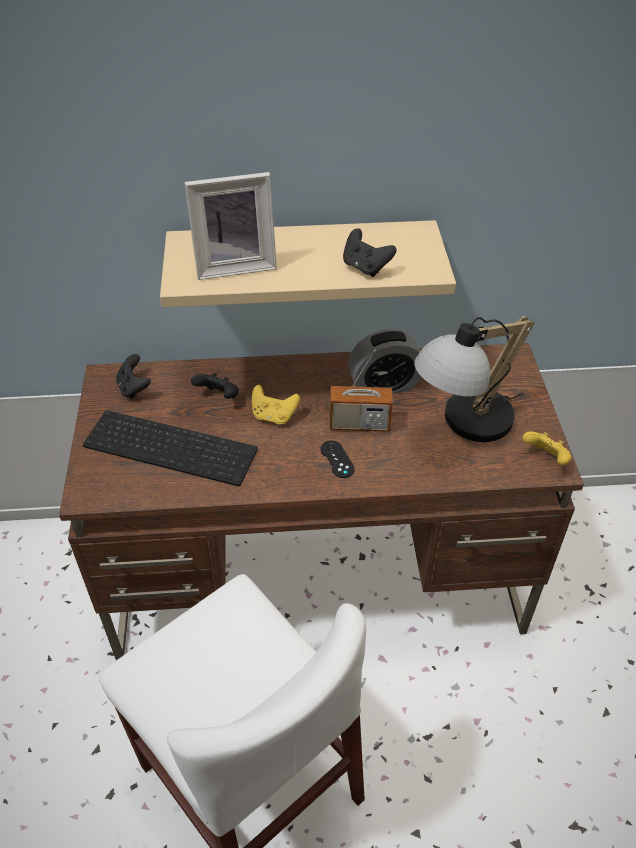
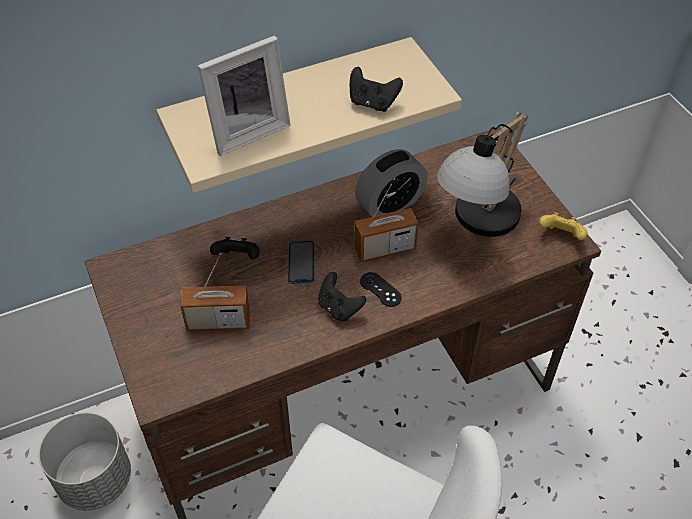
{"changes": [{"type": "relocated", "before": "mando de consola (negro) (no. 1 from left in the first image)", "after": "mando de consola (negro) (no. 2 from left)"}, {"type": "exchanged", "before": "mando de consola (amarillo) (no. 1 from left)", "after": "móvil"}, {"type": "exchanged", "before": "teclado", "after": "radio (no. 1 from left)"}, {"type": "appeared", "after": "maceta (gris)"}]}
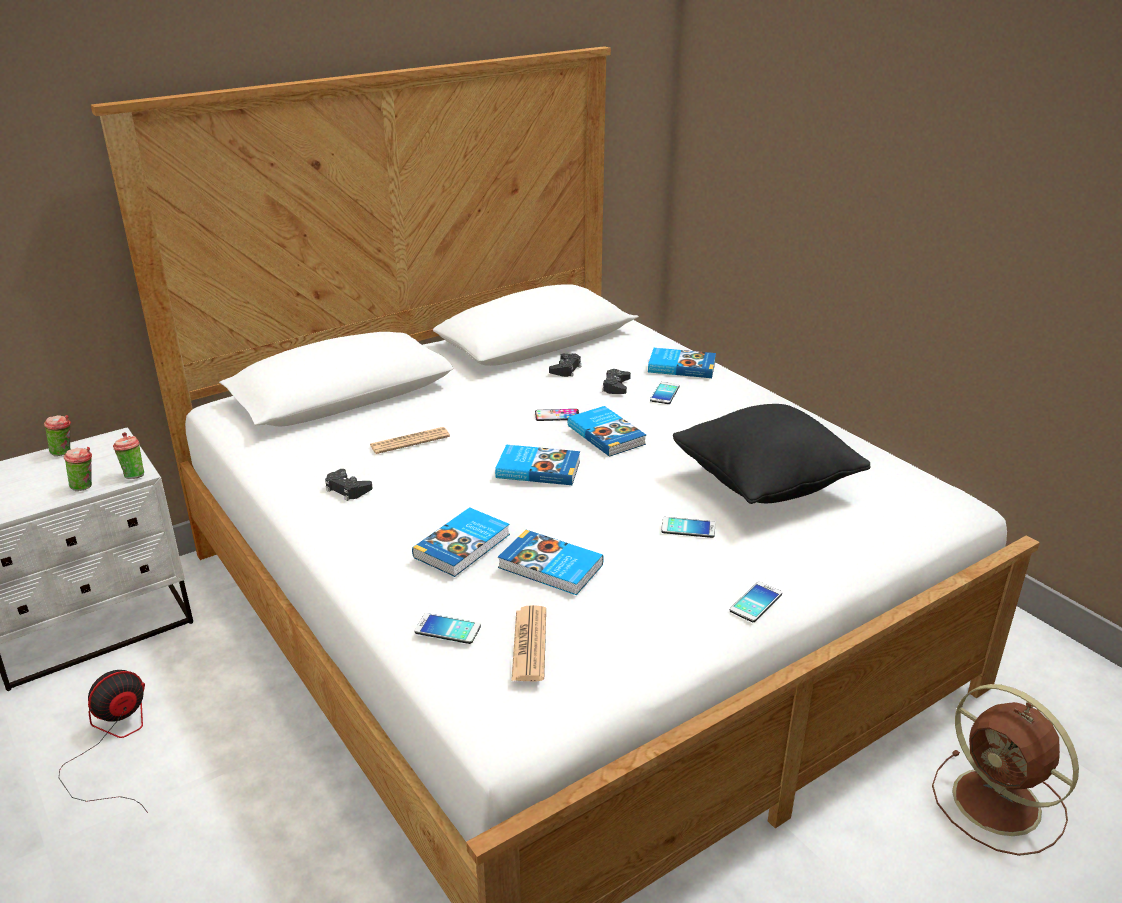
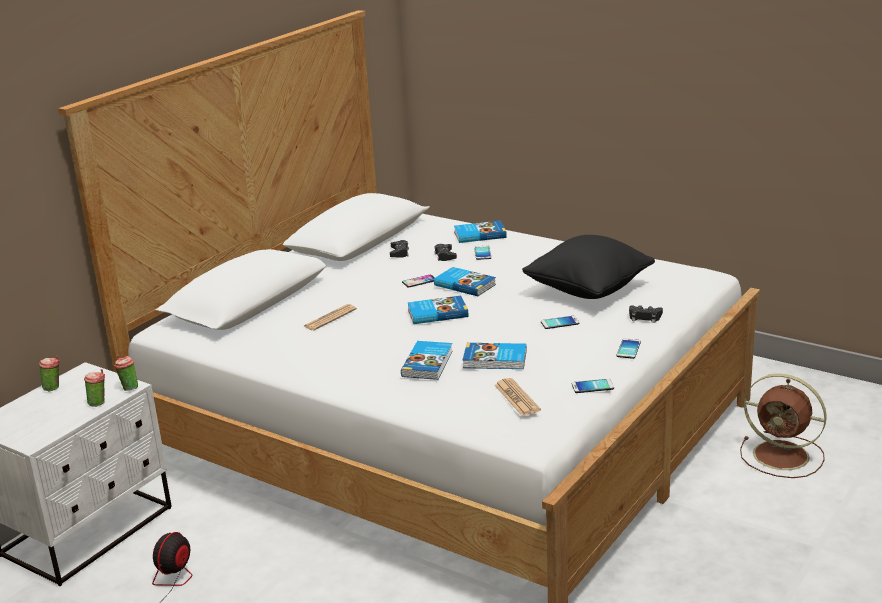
{"changes": [{"type": "relocated", "before": "mando de consola (negro) (no. 1 from left in the first image)", "after": "mando de consola (negro) (no. 3 from left)"}, {"type": "relocated", "before": "móvil (no. 1 from left in the first image)", "after": "móvil (no. 4 from left)"}]}
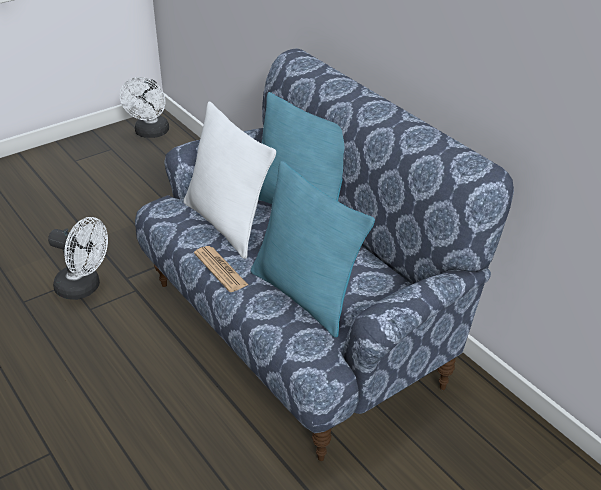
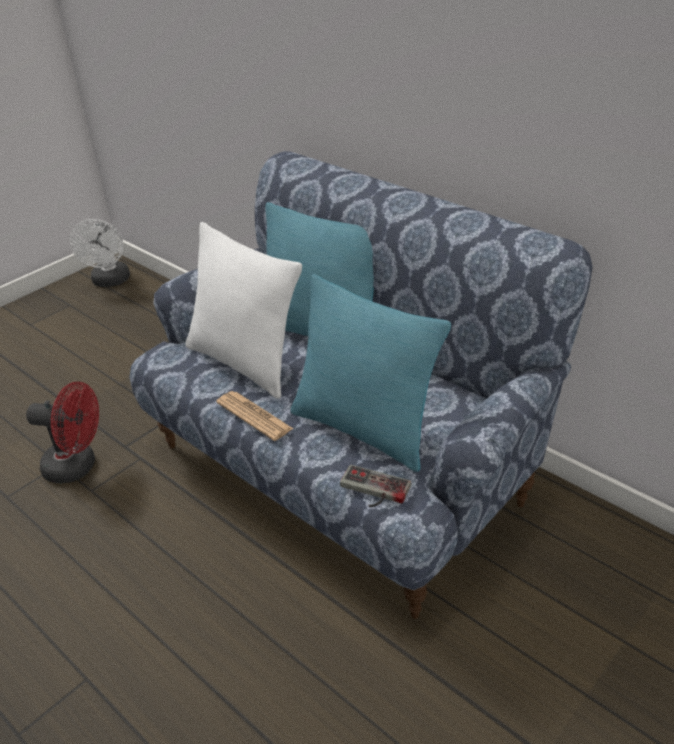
{"changes": [{"type": "colour", "before": "ventilador (blanco) (no. 1 from left)", "after": "ventilador (rojo)"}, {"type": "appeared", "after": "mando de consola"}]}
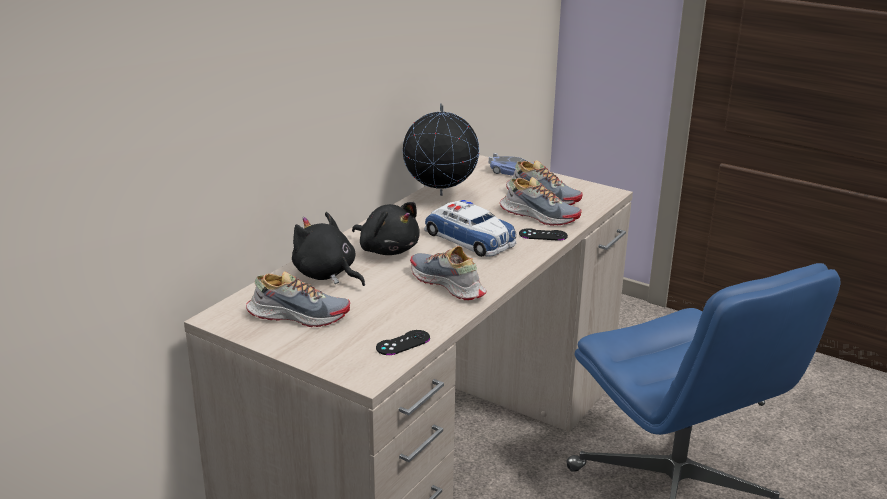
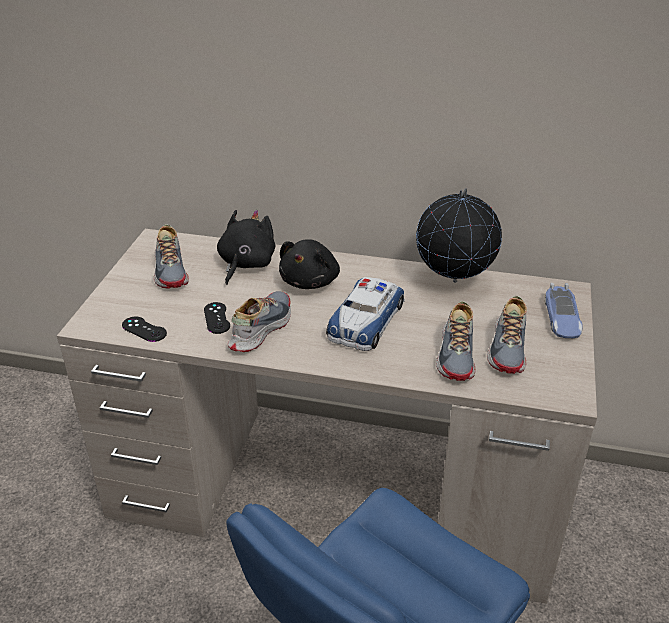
{"changes": [{"type": "relocated", "before": "mando de consola (negro) (no. 2 from left)"}]}
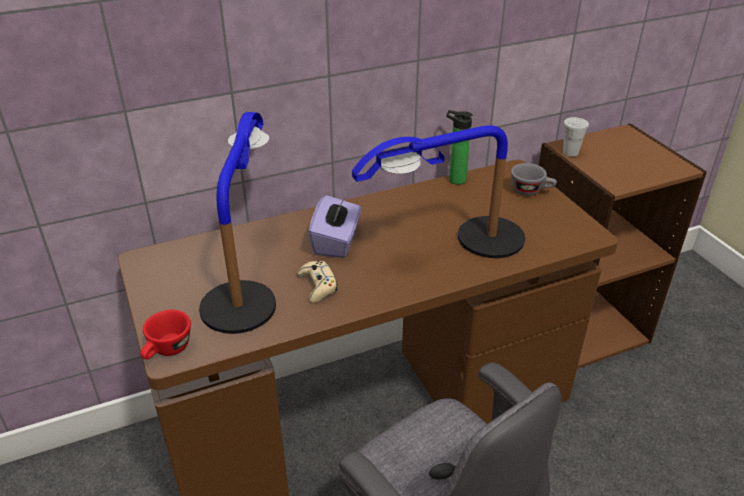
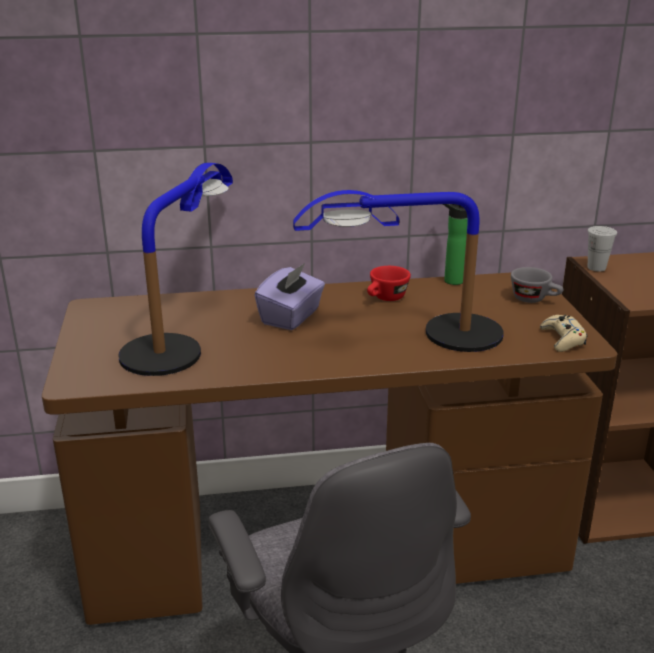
{"changes": [{"type": "relocated", "before": "mando de consola (beis)"}, {"type": "relocated", "before": "taza (rojo)"}]}
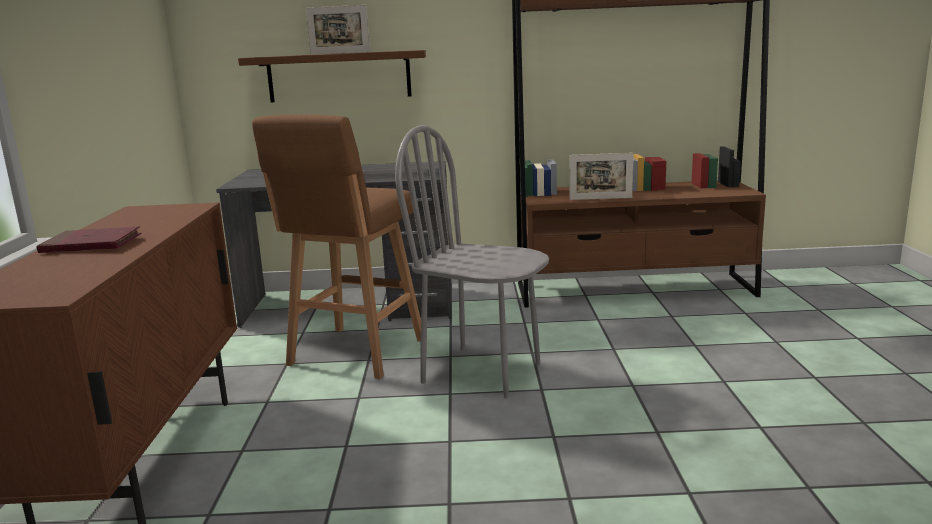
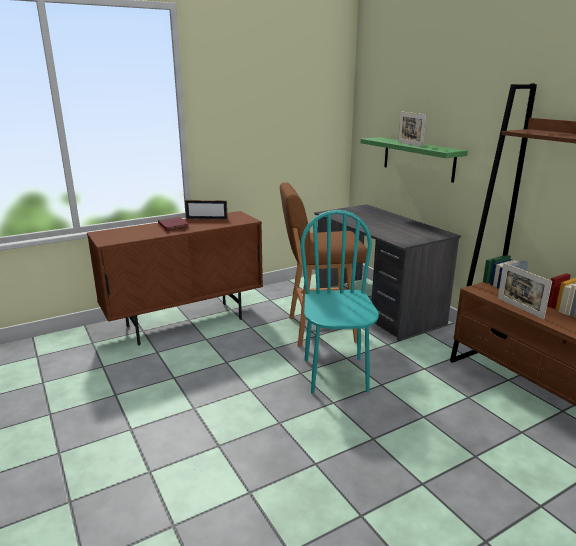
{"changes": [{"type": "colour", "before": "estante (marrón)", "after": "estante (verde)"}, {"type": "colour", "before": "silla (gris)", "after": "silla (turquesa)"}, {"type": "appeared", "after": "portarretratos (no. 1 from left)"}]}
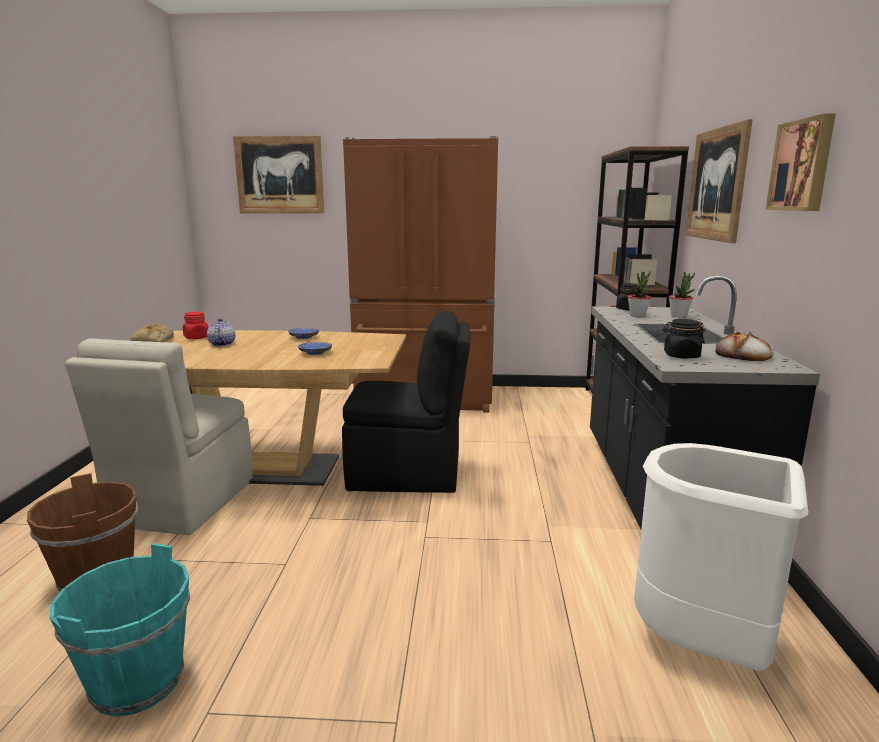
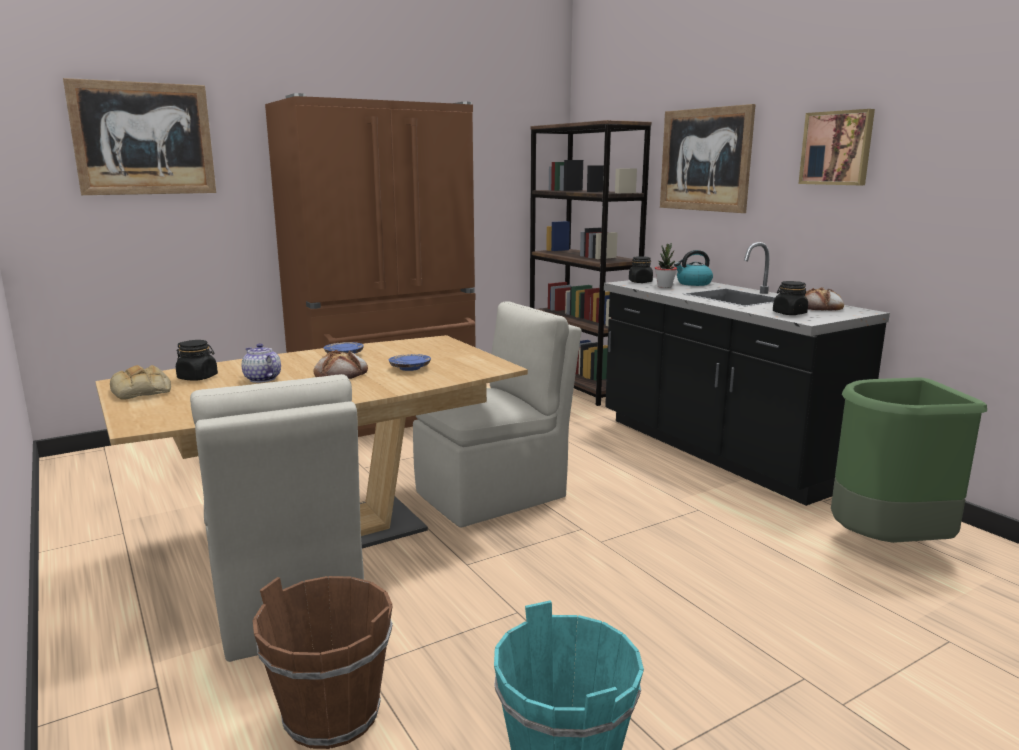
{"changes": [{"type": "exchanged", "before": "planta en maceta (no. 2 from left)", "after": "hervidor"}, {"type": "colour", "before": "tarro (rojo)", "after": "tarro (negro) (no. 1 from left)"}, {"type": "colour", "before": "silla (negro)", "after": "silla (beis) (no. 2 from left)"}, {"type": "colour", "before": "papelera (blanco)", "after": "papelera (verde)"}, {"type": "appeared", "after": "pan (no. 2 from left)"}]}
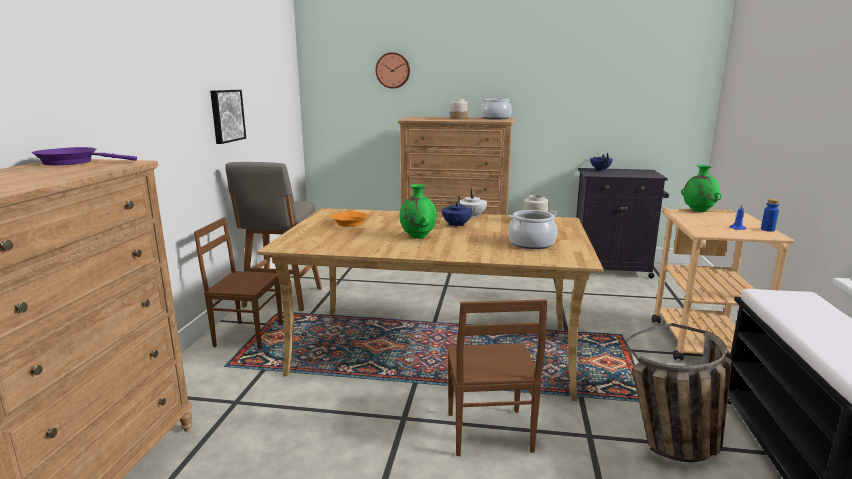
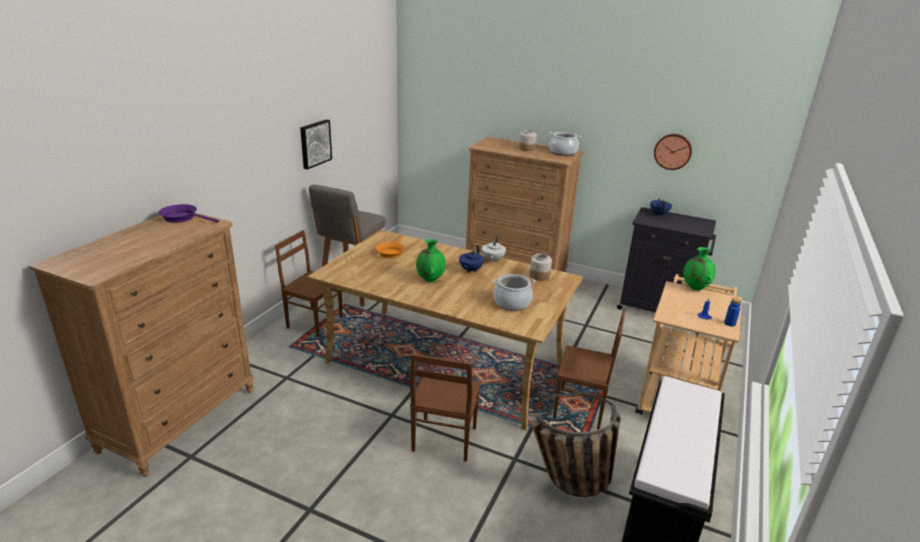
{"changes": [{"type": "relocated", "before": "reloj de pared"}, {"type": "appeared", "after": "silla (marrón) (no. 3 from left)"}]}
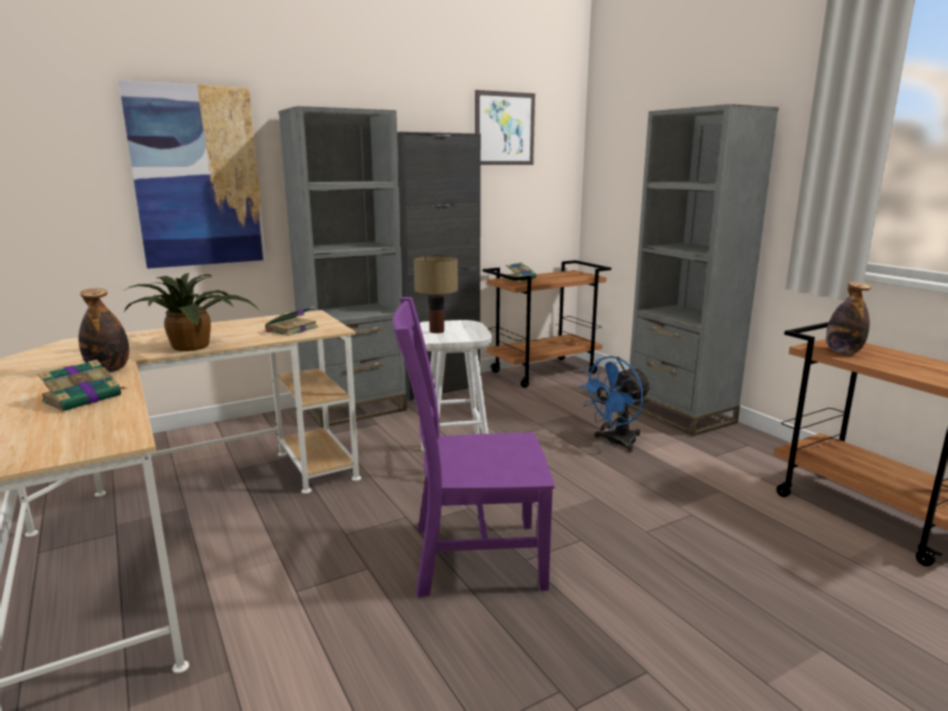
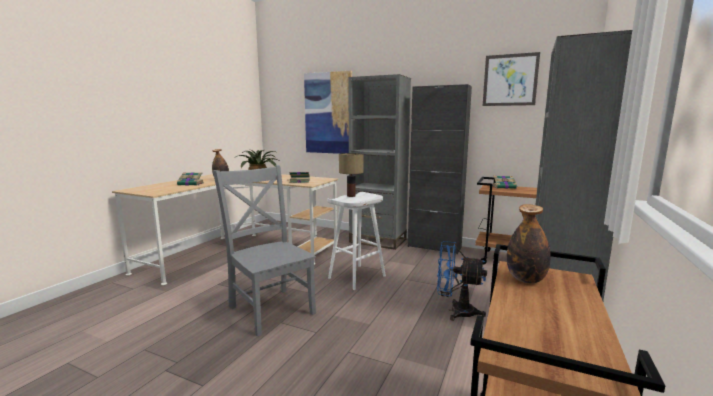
{"changes": [{"type": "colour", "before": "silla (morado)", "after": "silla (gris)"}]}
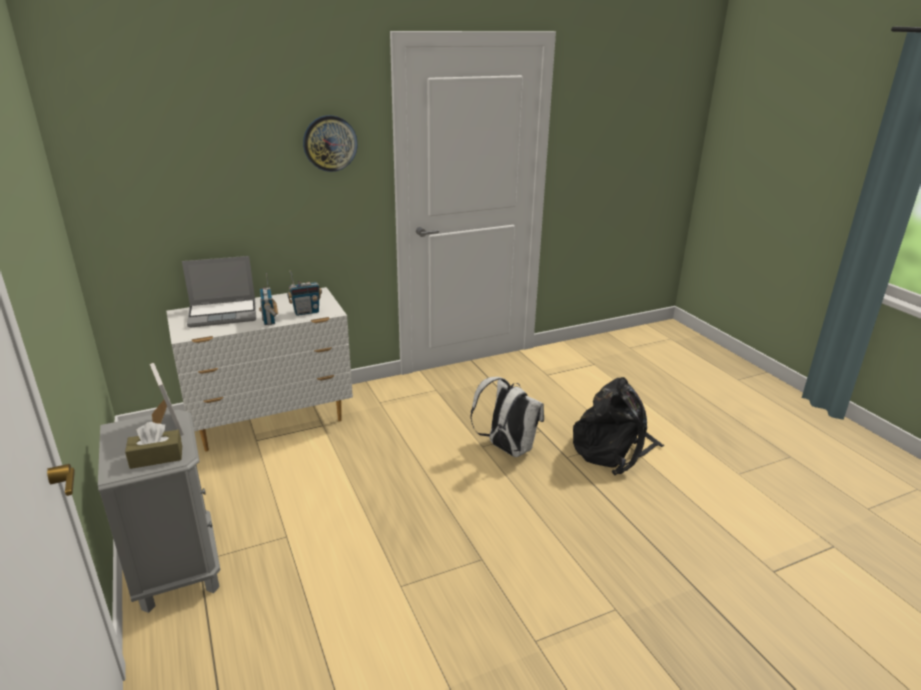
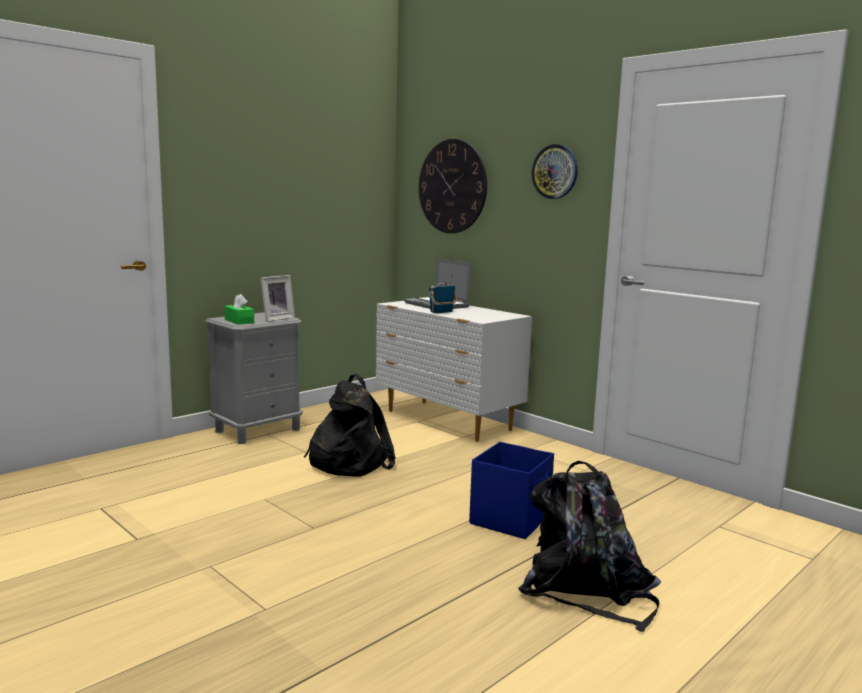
{"changes": [{"type": "missing", "before": "radio (no. 2 from left)"}, {"type": "exchanged", "before": "mochila (blanco)", "after": "caja de almacenaje (azul)"}, {"type": "colour", "before": "caja de pañuelos (marrón)", "after": "caja de pañuelos (verde)"}, {"type": "appeared", "after": "reloj de pared (no. 1 from left)"}, {"type": "appeared", "after": "mochila (negro) (no. 1 from left)"}]}
